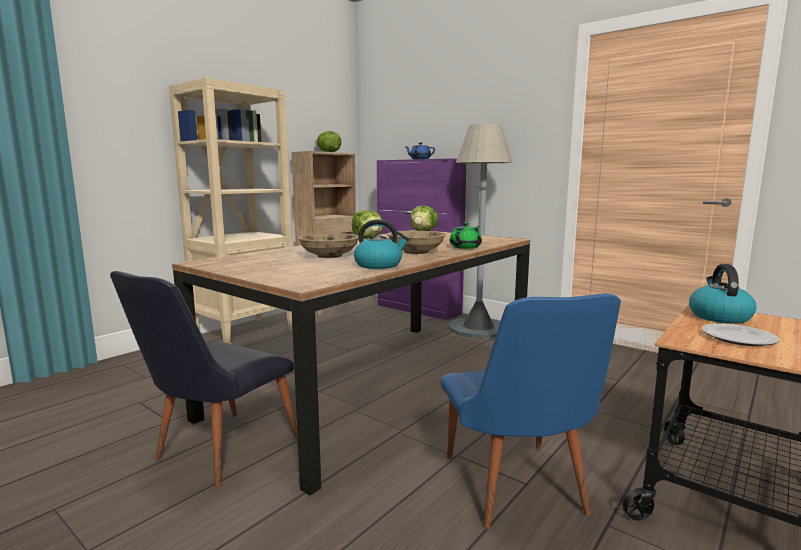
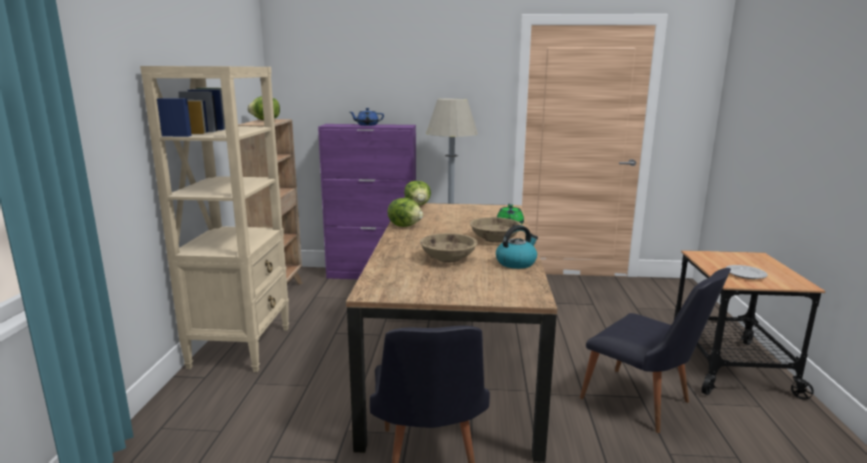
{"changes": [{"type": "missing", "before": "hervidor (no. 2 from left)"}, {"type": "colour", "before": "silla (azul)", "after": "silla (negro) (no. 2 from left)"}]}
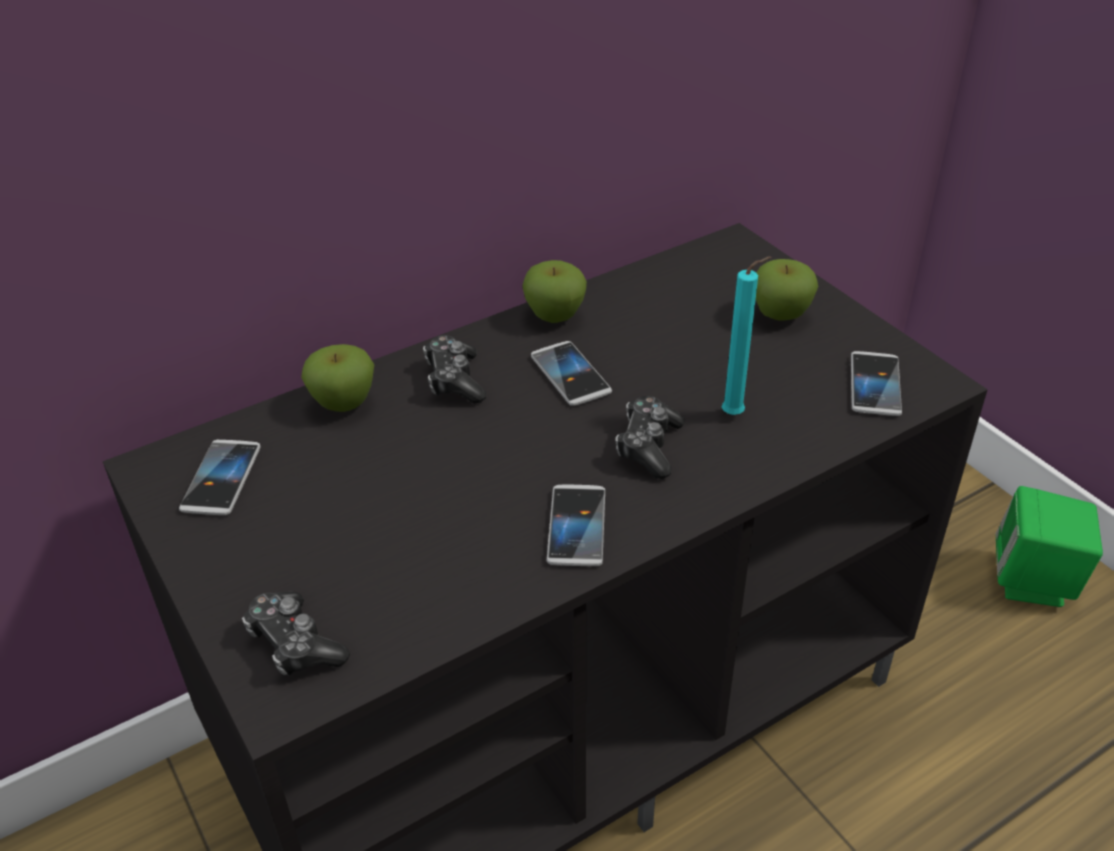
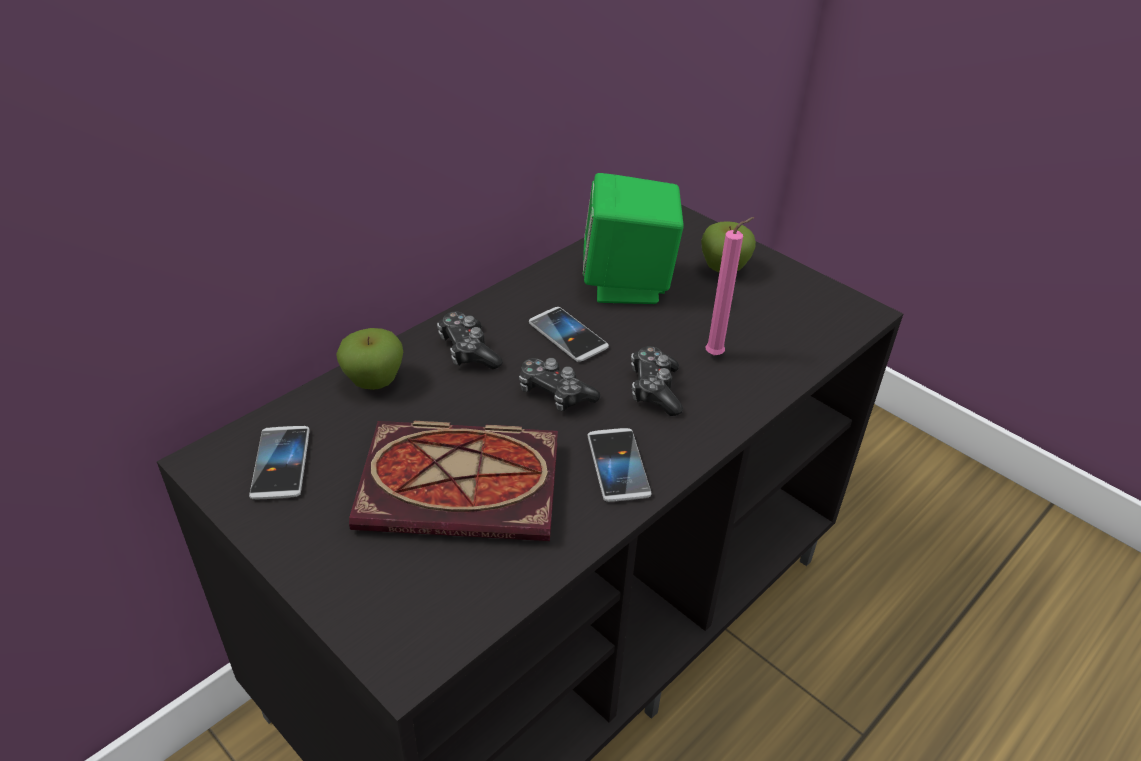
{"changes": [{"type": "colour", "before": "vela (turquesa)", "after": "vela (rosa)"}, {"type": "missing", "before": "manzana (no. 2 from left)"}, {"type": "missing", "before": "móvil (no. 4 from left)"}, {"type": "relocated", "before": "altavoz (verde)"}, {"type": "relocated", "before": "mando de consola (no. 1 from left in the first image)", "after": "mando de consola (no. 2 from left)"}, {"type": "appeared", "after": "libro"}]}
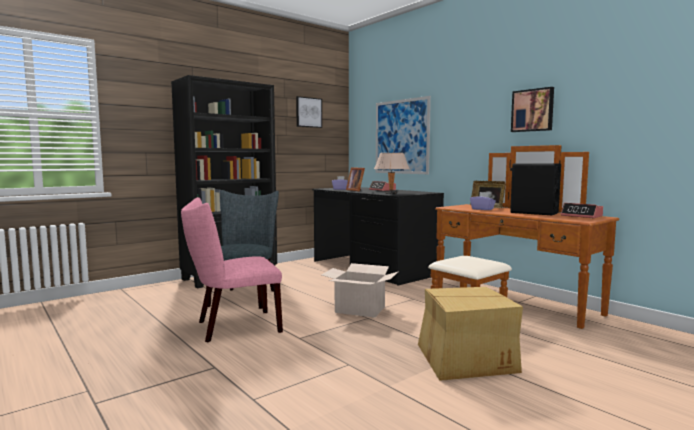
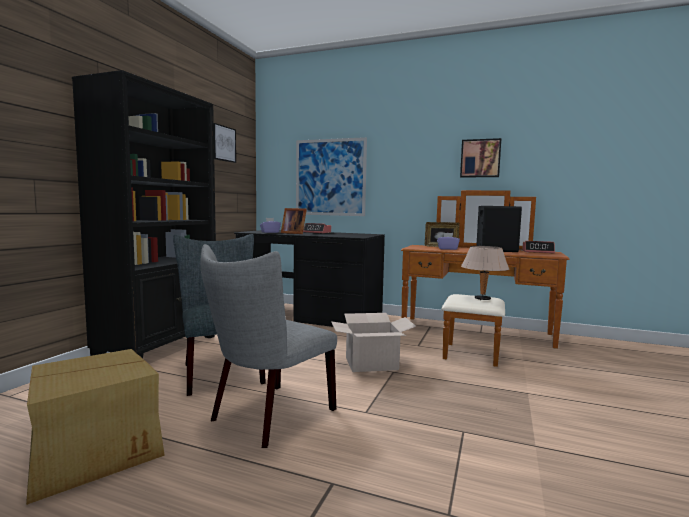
{"changes": [{"type": "relocated", "before": "lámpara de mesa (beis)"}, {"type": "colour", "before": "silla (rosa)", "after": "silla (gris) (no. 2 from left)"}, {"type": "relocated", "before": "caja de cartón (no. 2 from left in the first image)", "after": "caja de cartón (no. 1 from left)"}]}
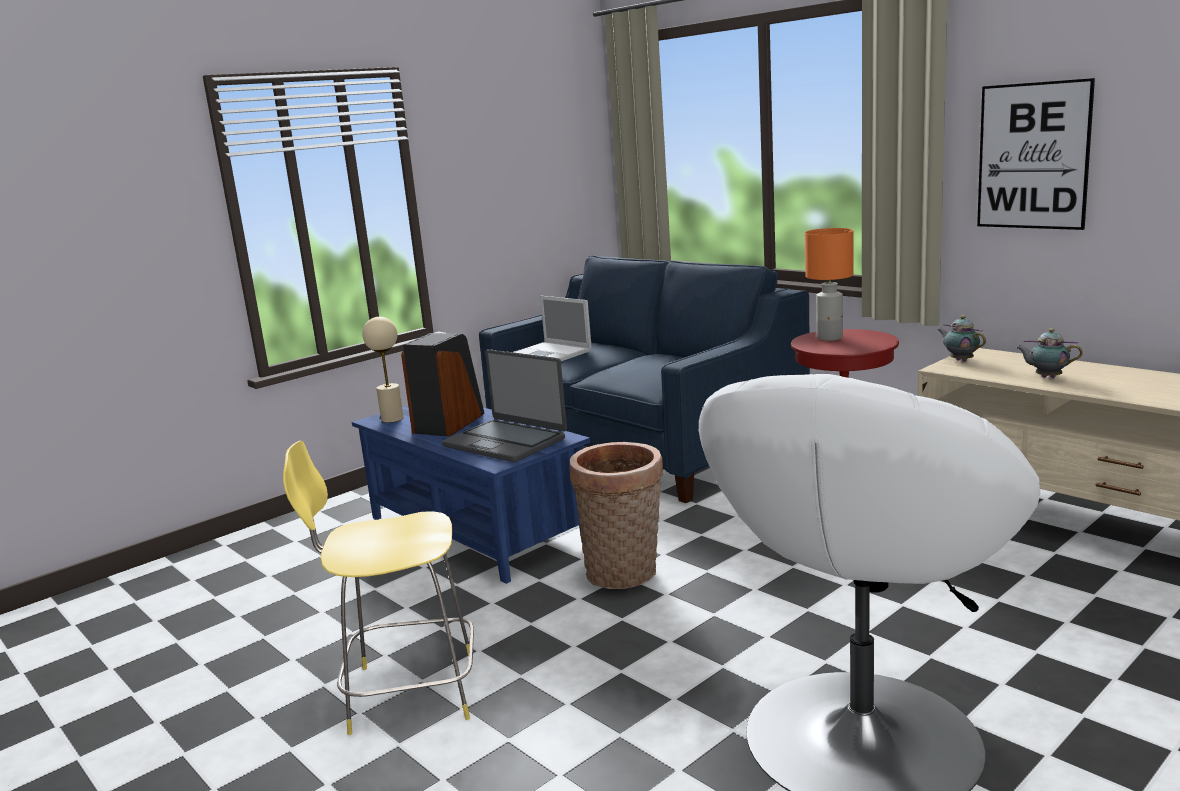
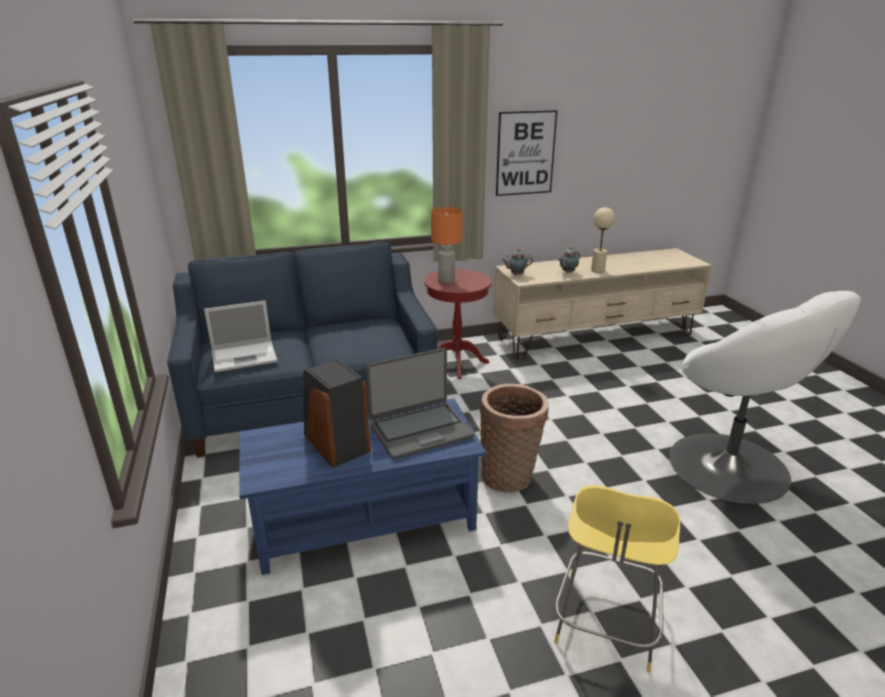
{"changes": [{"type": "relocated", "before": "lámpara de mesa (beis)"}]}
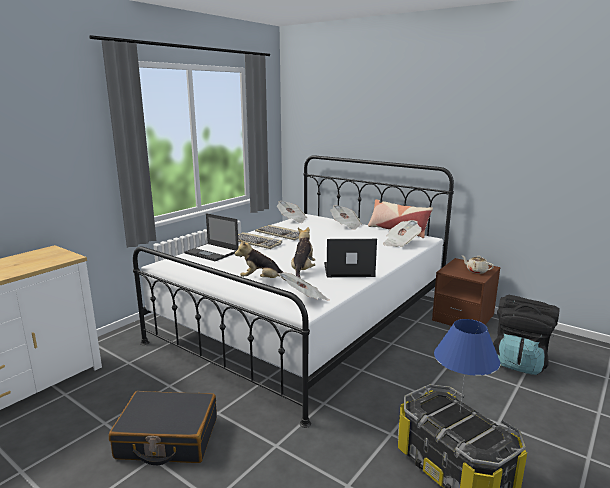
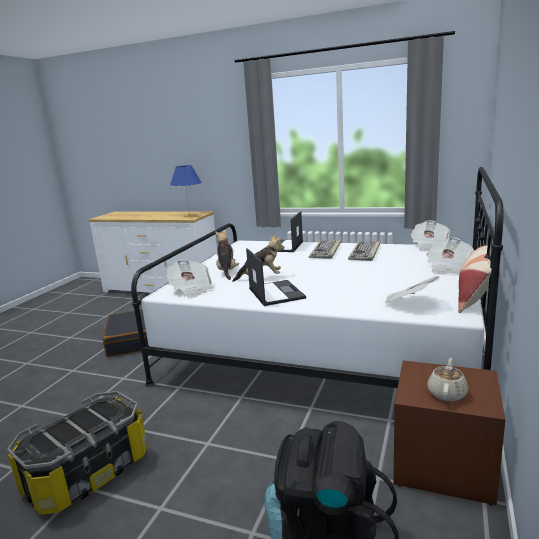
{"changes": [{"type": "relocated", "before": "lámpara de mesa (azul)"}]}
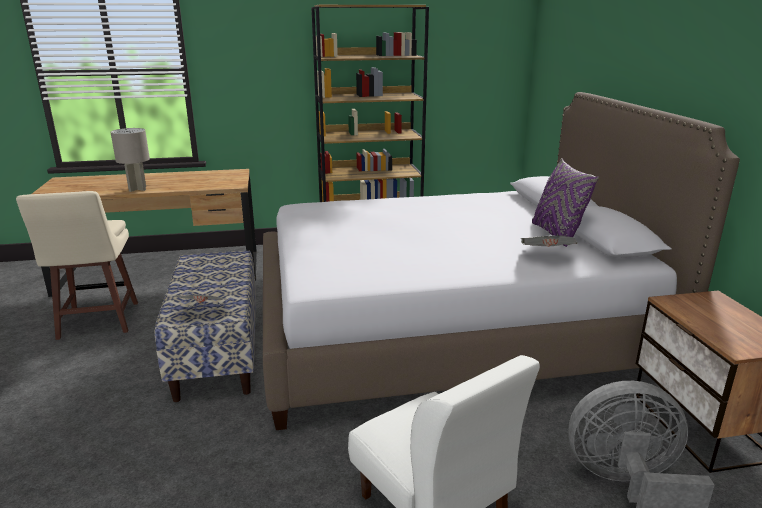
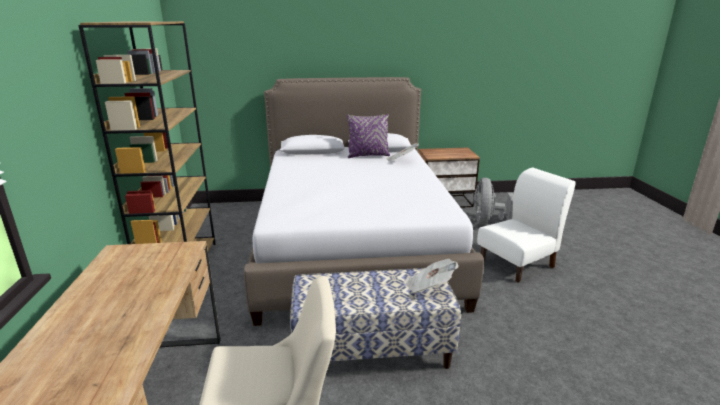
{"changes": [{"type": "missing", "before": "lámpara de mesa (gris)"}]}
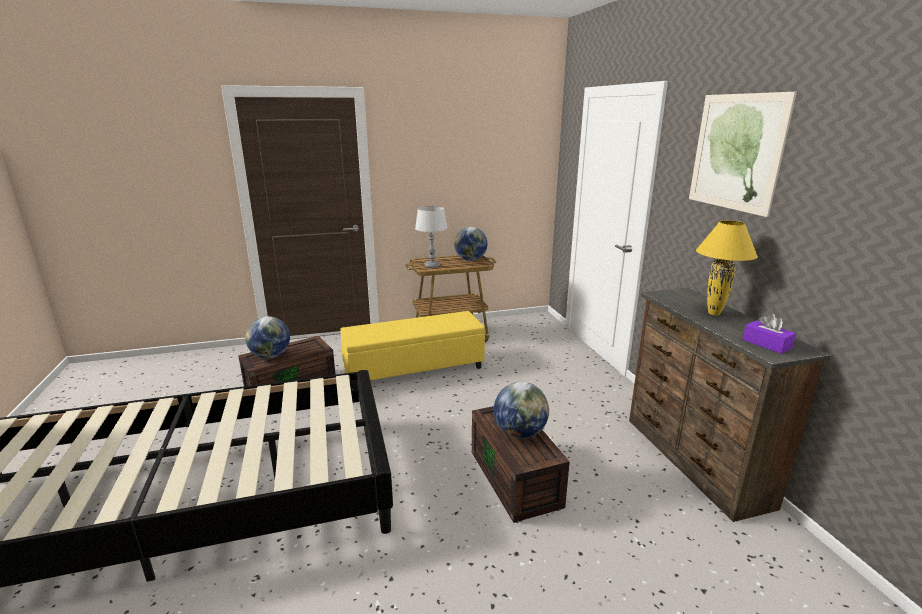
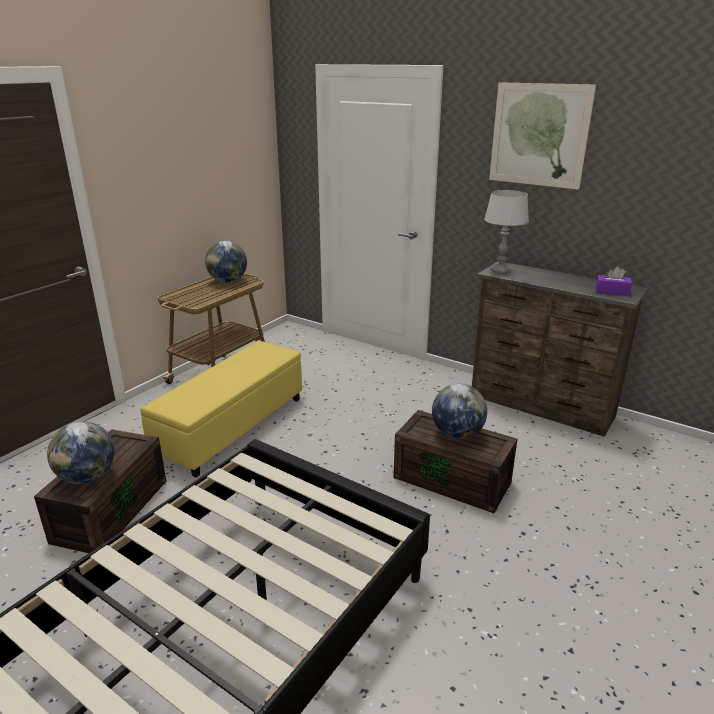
{"changes": [{"type": "relocated", "before": "lámpara de mesa (gris)"}, {"type": "missing", "before": "lámpara de mesa (amarillo)"}]}
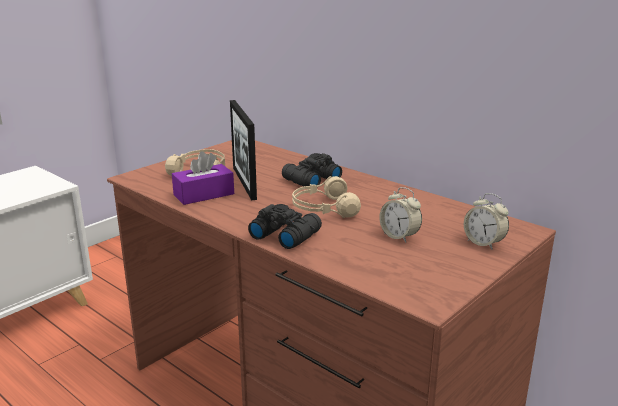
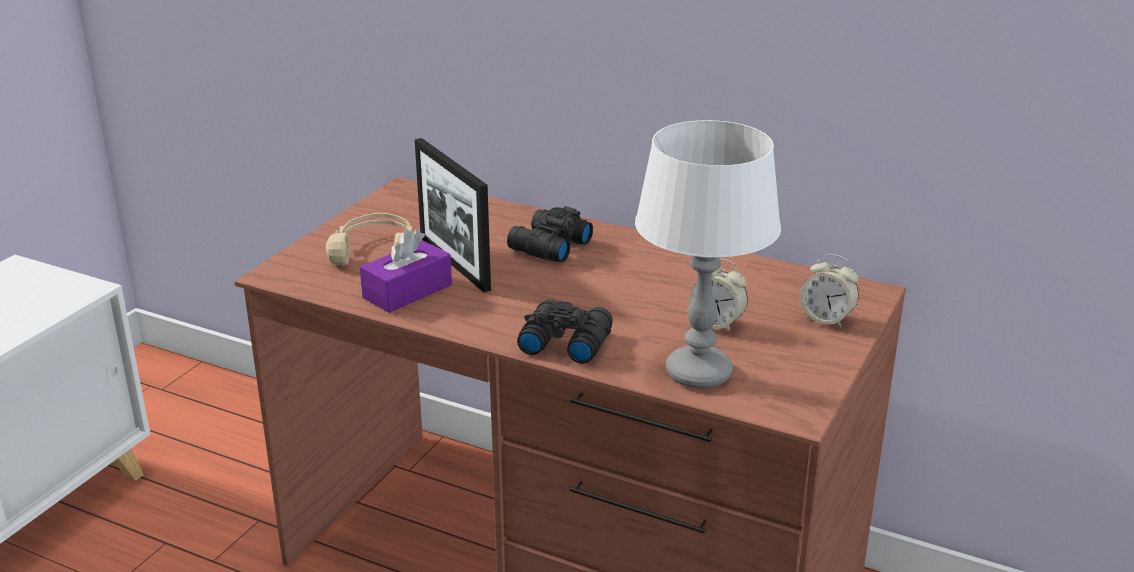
{"changes": [{"type": "missing", "before": "auriculares (beis) (no. 2 from left)"}, {"type": "appeared", "after": "lámpara de mesa (blanco)"}]}
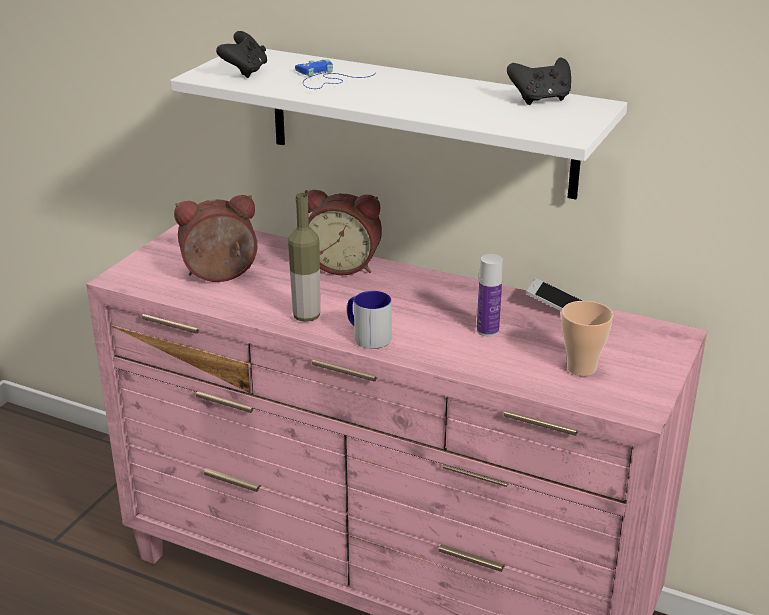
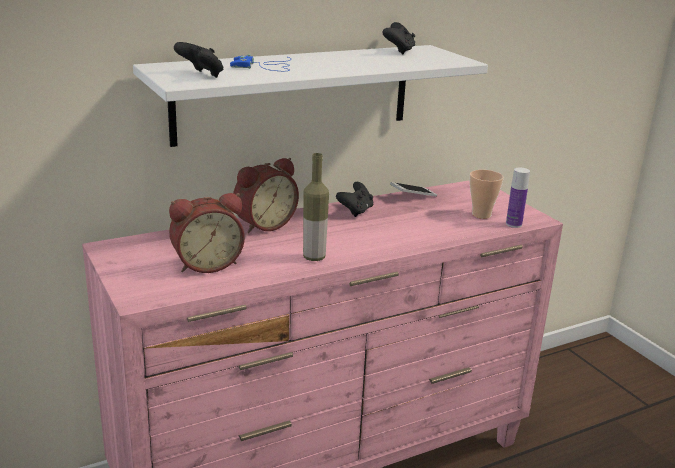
{"changes": [{"type": "spun", "before": "despertador (no. 1 from left)", "turn": -135}, {"type": "relocated", "before": "botella (no. 2 from left)"}, {"type": "missing", "before": "taza grande"}, {"type": "appeared", "after": "mando de consola (negro) (no. 2 from left)"}]}
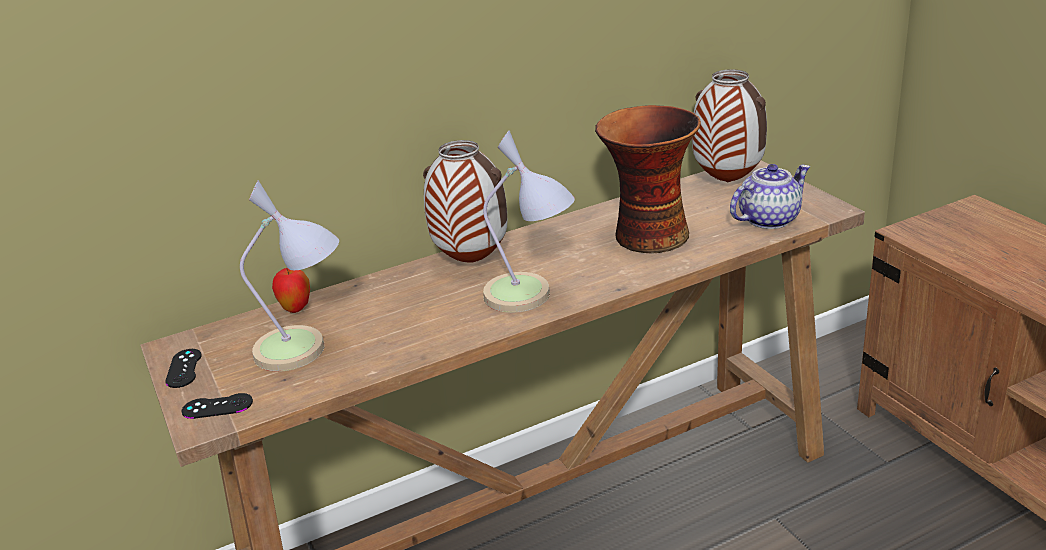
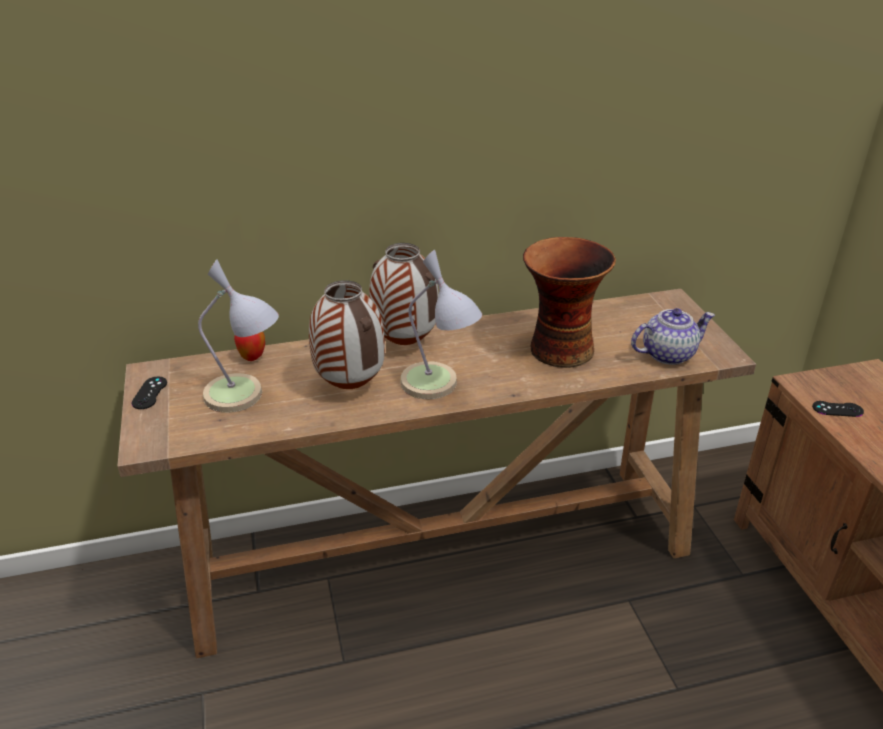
{"changes": [{"type": "relocated", "before": "florero (no. 3 from left in the first image)", "after": "florero (no. 1 from left)"}, {"type": "relocated", "before": "mando de consola (negro) (no. 2 from left)"}]}
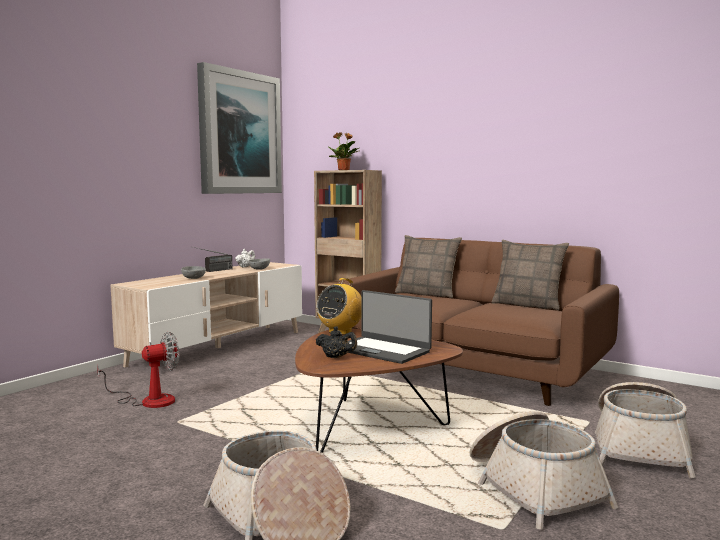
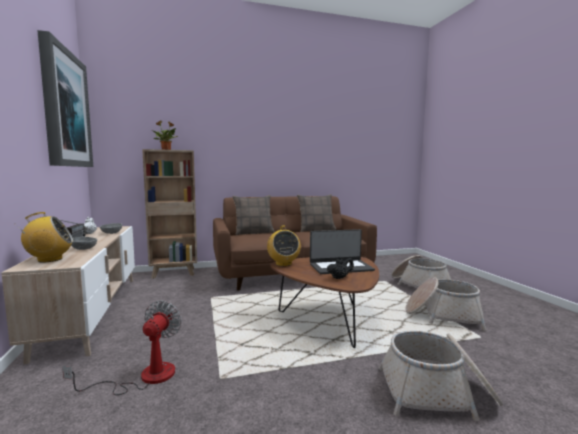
{"changes": [{"type": "appeared", "after": "radio (no. 1 from left)"}]}
